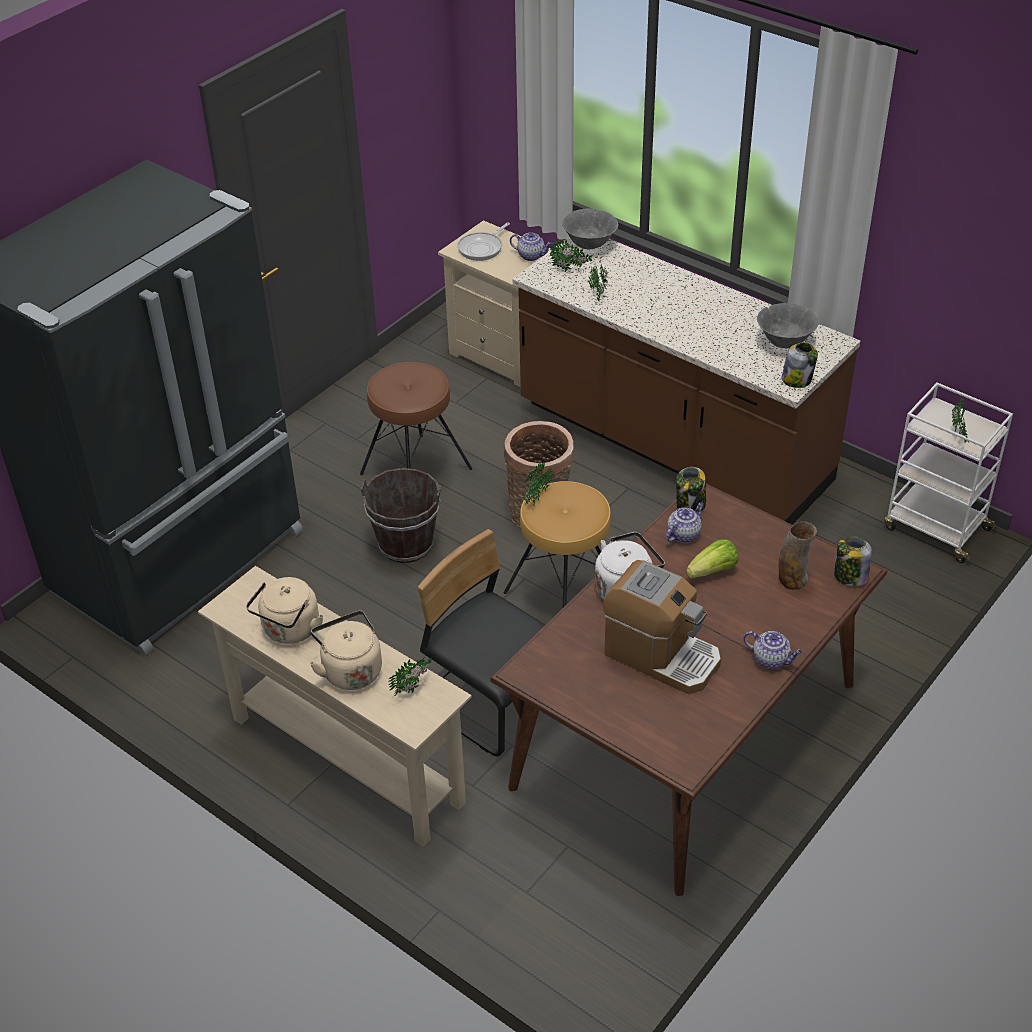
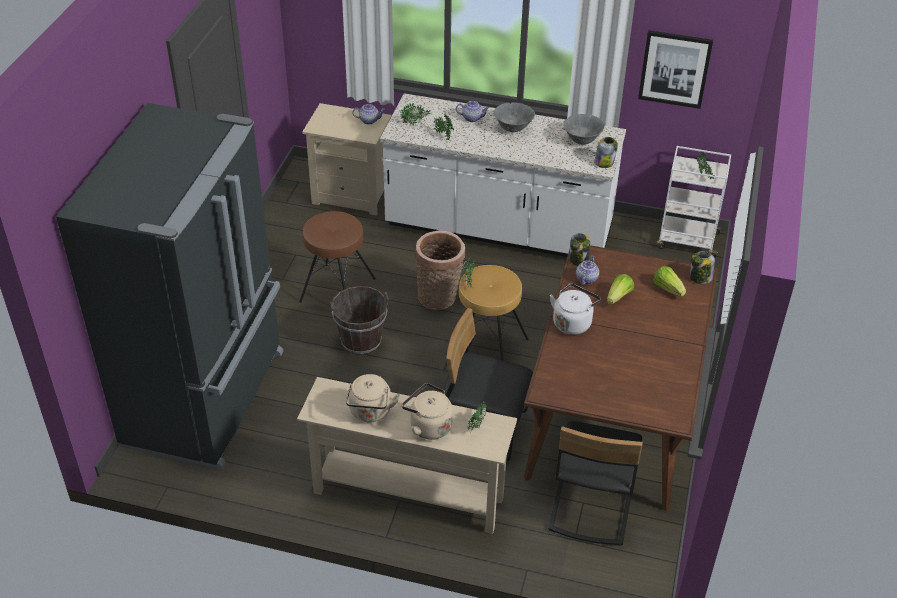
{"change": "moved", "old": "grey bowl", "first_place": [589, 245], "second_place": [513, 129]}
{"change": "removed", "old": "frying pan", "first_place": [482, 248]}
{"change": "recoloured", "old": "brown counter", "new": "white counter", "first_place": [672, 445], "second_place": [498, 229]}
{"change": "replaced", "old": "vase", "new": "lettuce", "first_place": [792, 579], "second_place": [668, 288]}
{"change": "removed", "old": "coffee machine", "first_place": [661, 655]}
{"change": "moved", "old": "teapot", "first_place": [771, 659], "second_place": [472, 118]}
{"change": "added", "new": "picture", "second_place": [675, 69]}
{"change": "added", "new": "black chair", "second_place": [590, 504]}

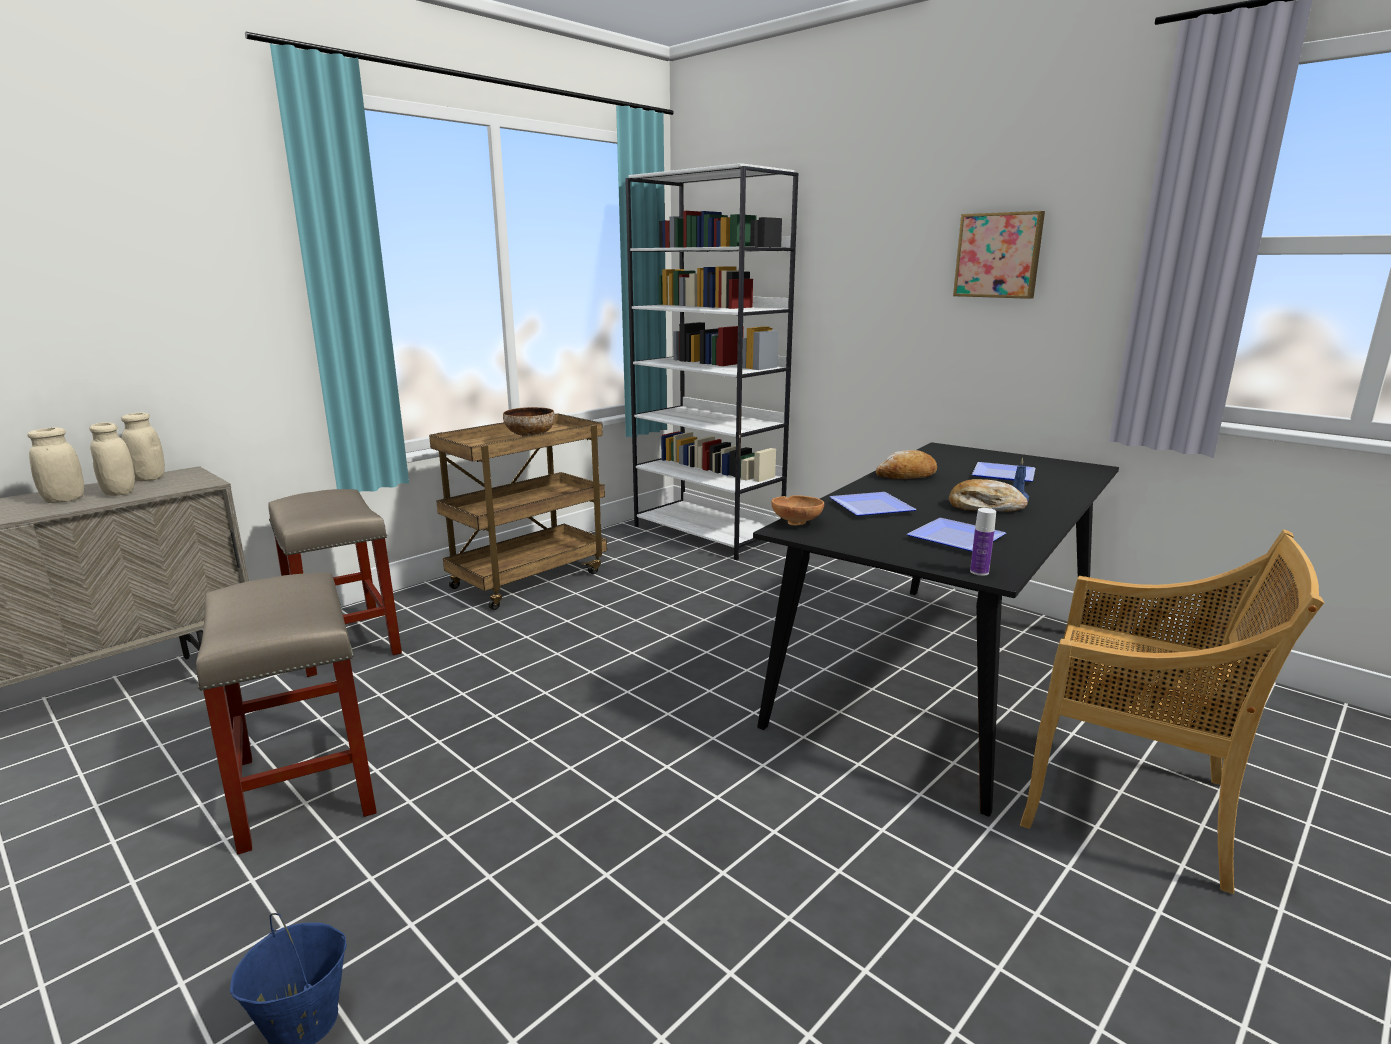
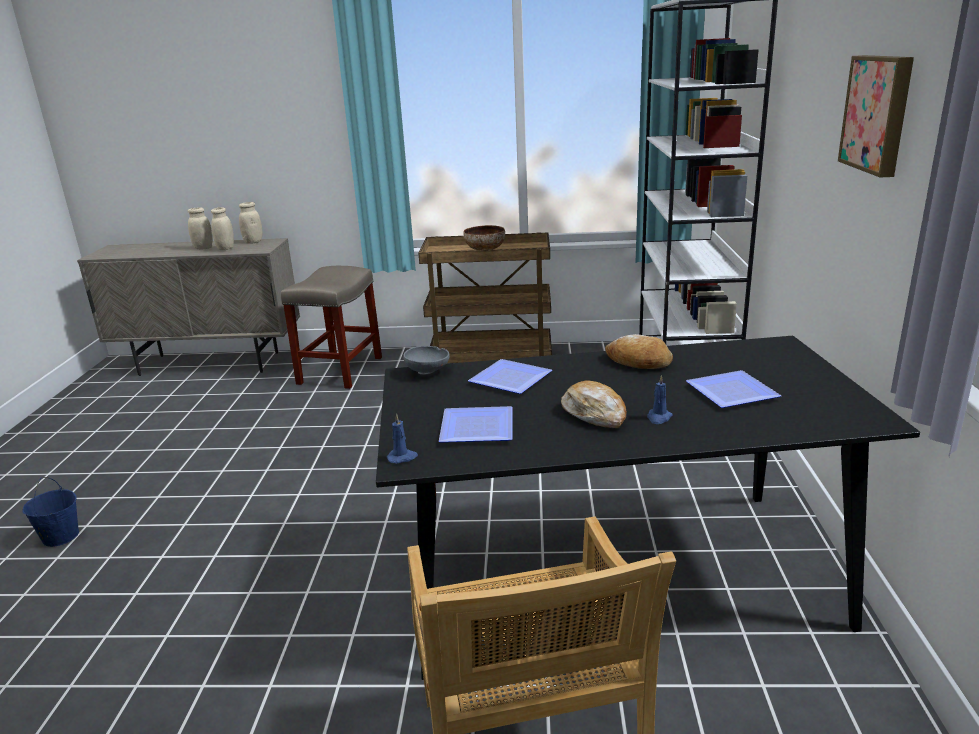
{"change": "recoloured", "old": "brown bowl", "new": "grey bowl", "first_place": [797, 522], "second_place": [428, 372]}
{"change": "replaced", "old": "bottle", "new": "blue candle", "first_place": [979, 572], "second_place": [402, 457]}
{"change": "removed", "old": "beige stool", "first_place": [303, 785]}

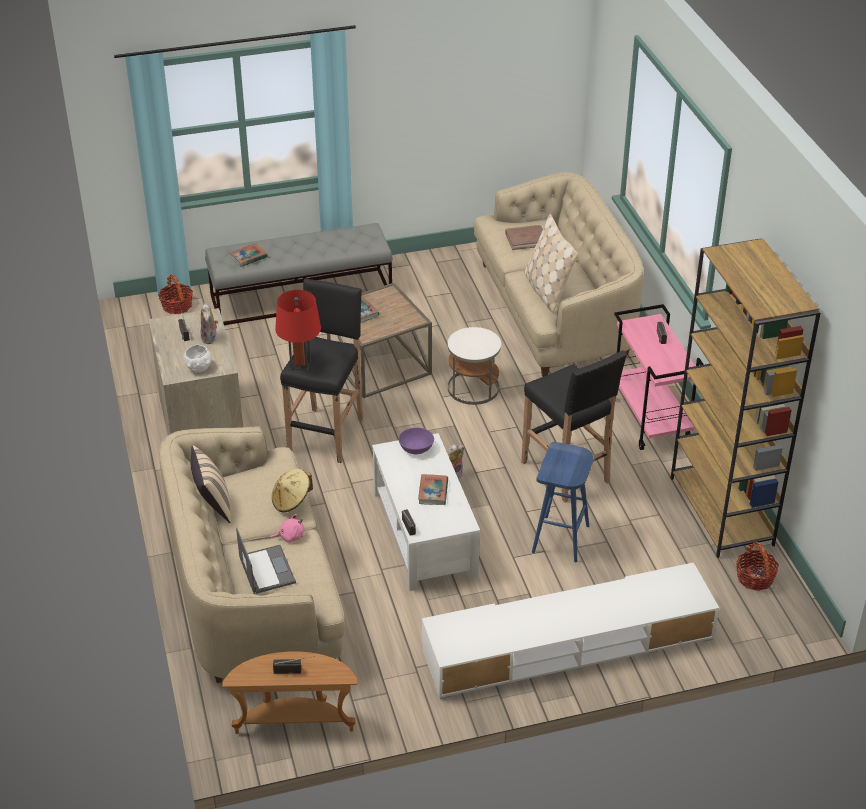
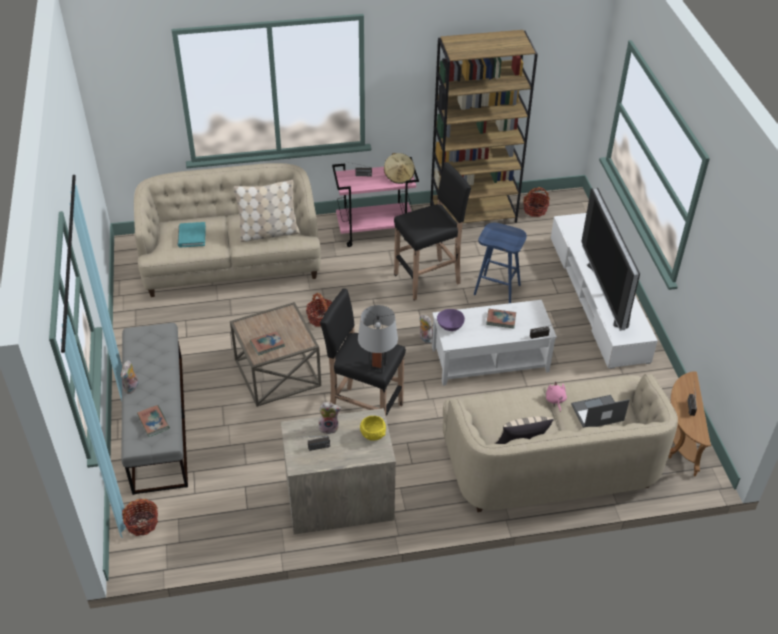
{"change": "recoloured", "old": "brown book", "new": "turquoise book", "first_place": [526, 239], "second_place": [191, 236]}
{"change": "recoloured", "old": "red table lamp", "new": "grey table lamp", "first_place": [300, 364], "second_place": [377, 366]}
{"change": "replaced", "old": "white side table", "new": "basket", "first_place": [473, 388], "second_place": [321, 318]}
{"change": "recoloured", "old": "white bowl", "new": "yellow bowl", "first_place": [199, 368], "second_place": [373, 435]}
{"change": "moved", "old": "beige hat", "first_place": [291, 501], "second_place": [399, 176]}
{"change": "added", "new": "television", "second_place": [608, 294]}
{"change": "added", "new": "plush toy", "second_place": [132, 388]}

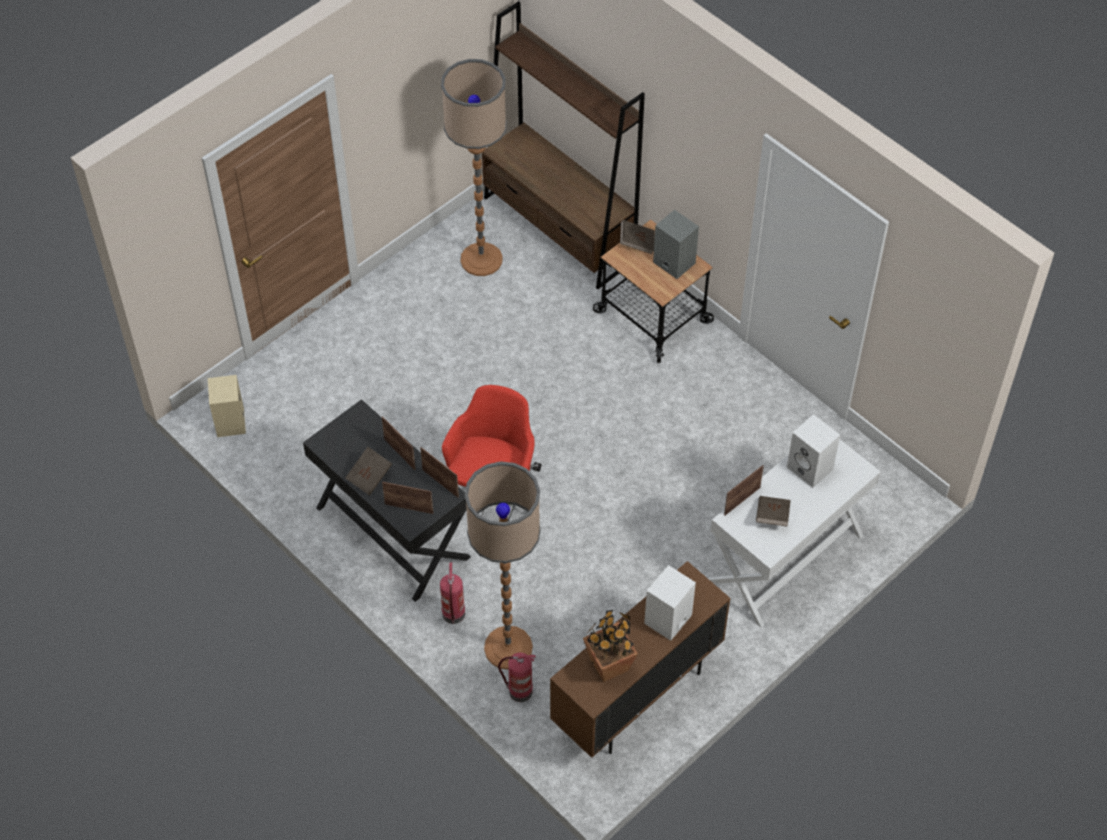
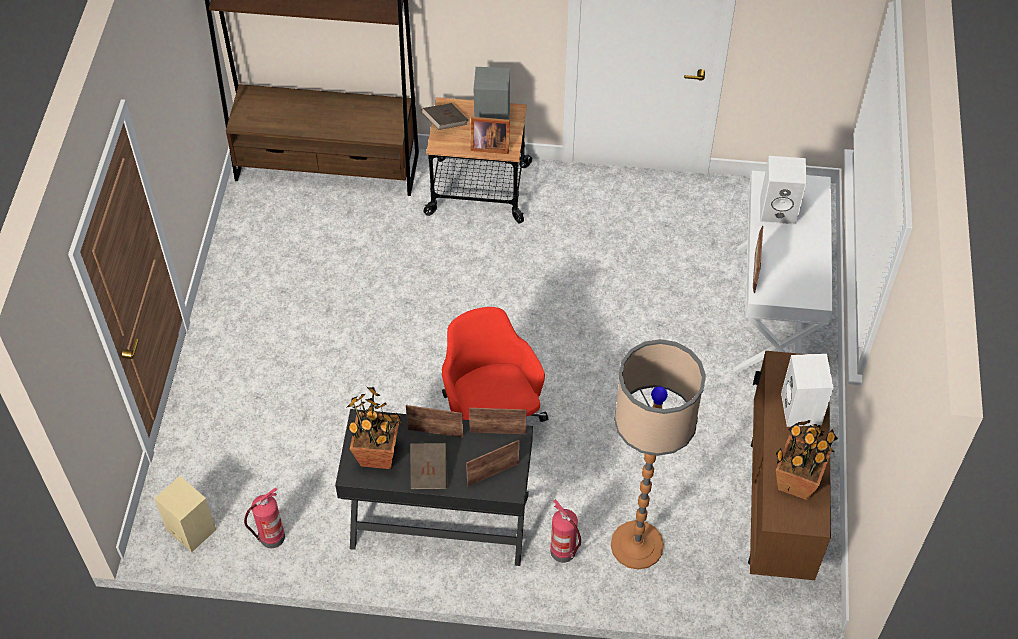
{"change": "removed", "old": "floor lamp", "first_place": [481, 259]}
{"change": "removed", "old": "brown book", "first_place": [772, 516]}
{"change": "moved", "old": "fire extinguisher", "first_place": [519, 692], "second_place": [271, 538]}
{"change": "added", "new": "picture frame", "second_place": [488, 145]}
{"change": "added", "new": "potted plant", "second_place": [378, 455]}

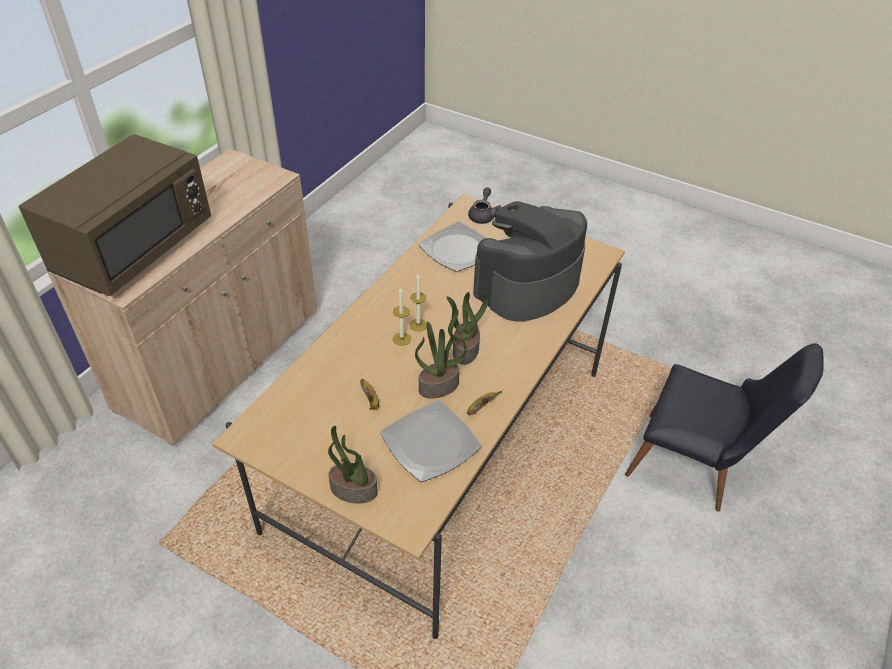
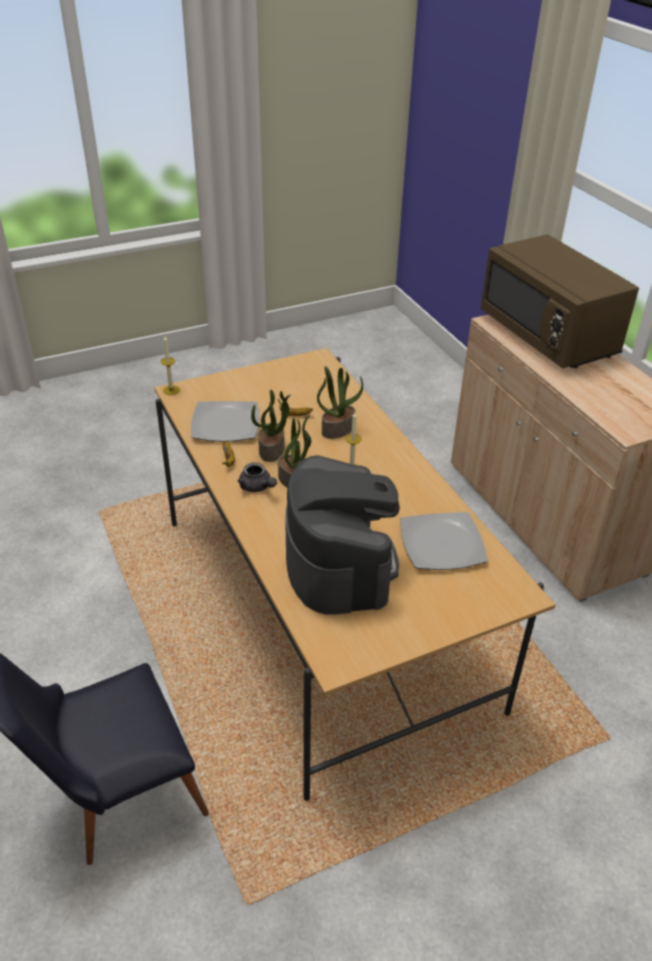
{"change": "moved", "old": "grey teapot", "first_place": [483, 215], "second_place": [257, 487]}
{"change": "moved", "old": "candle", "first_place": [401, 339], "second_place": [171, 390]}
{"change": "moved", "old": "potted plant", "first_place": [353, 490], "second_place": [338, 429]}

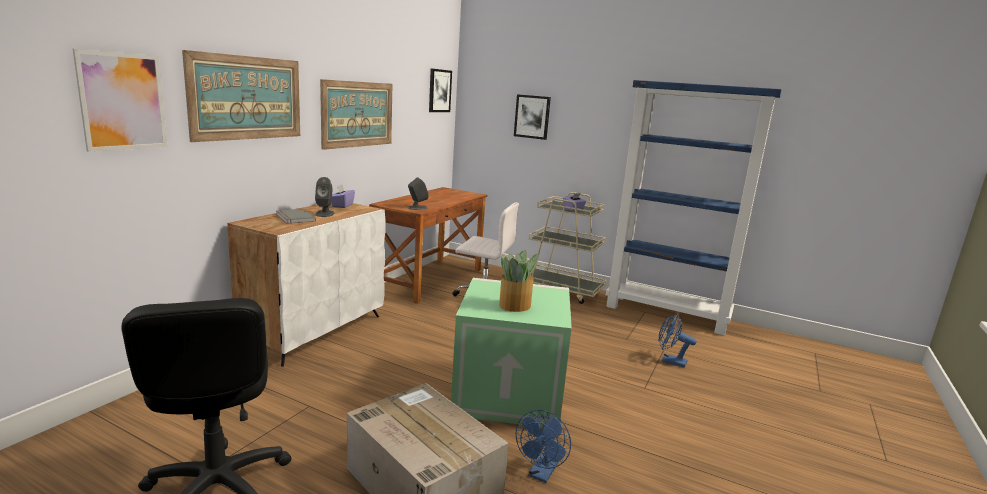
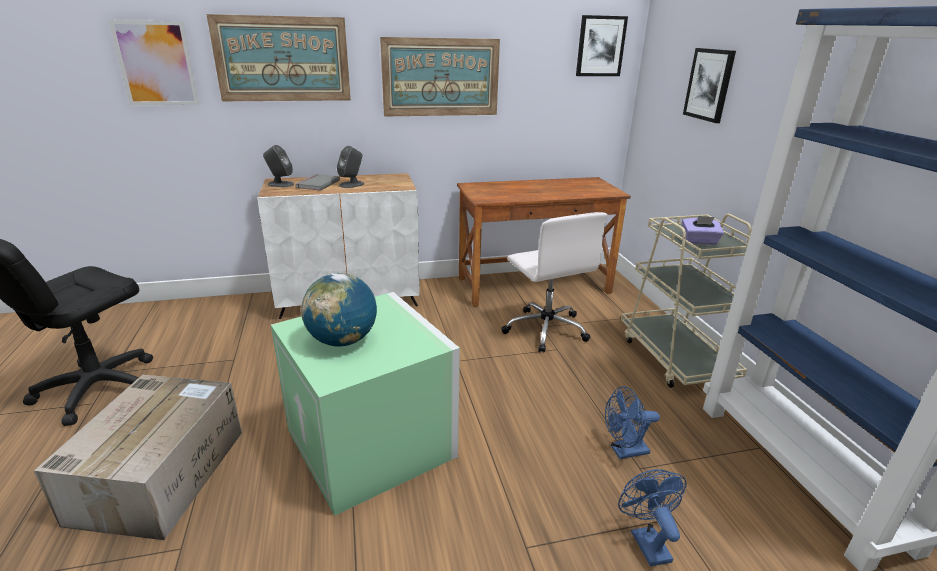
{"change": "moved", "old": "grey speaker", "first_place": [417, 208], "second_place": [280, 184]}
{"change": "removed", "old": "purple tissue box", "first_place": [342, 205]}
{"change": "replaced", "old": "potted plant", "new": "globe", "first_place": [515, 305], "second_place": [342, 341]}
{"change": "moved", "old": "blue fan", "first_place": [541, 474], "second_place": [624, 451]}

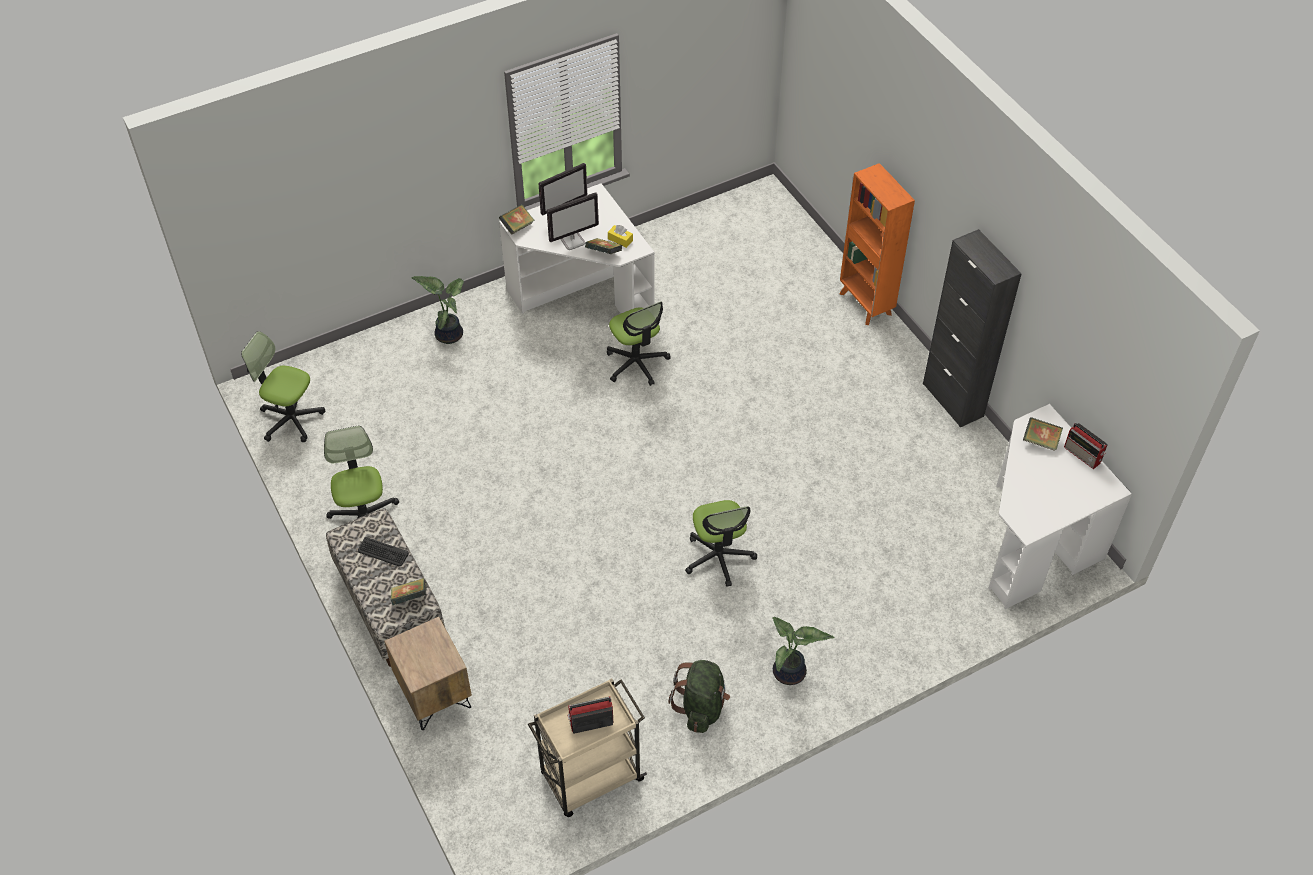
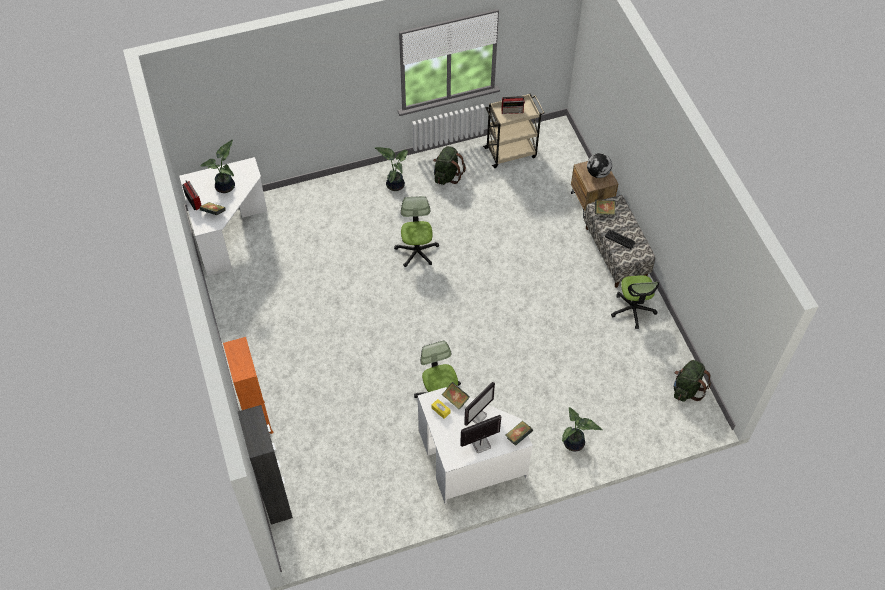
{"change": "turned", "old": "monitor", "first_place": [573, 241], "second_place": [477, 415], "degrees": 150}
{"change": "moved", "old": "black cabinet", "first_place": [953, 400], "second_place": [276, 499]}
{"change": "replaced", "old": "office chair", "new": "green backpack", "first_place": [291, 419], "second_place": [687, 389]}
{"change": "added", "new": "potted plant", "second_place": [226, 186]}
{"change": "added", "new": "globe", "second_place": [598, 173]}

